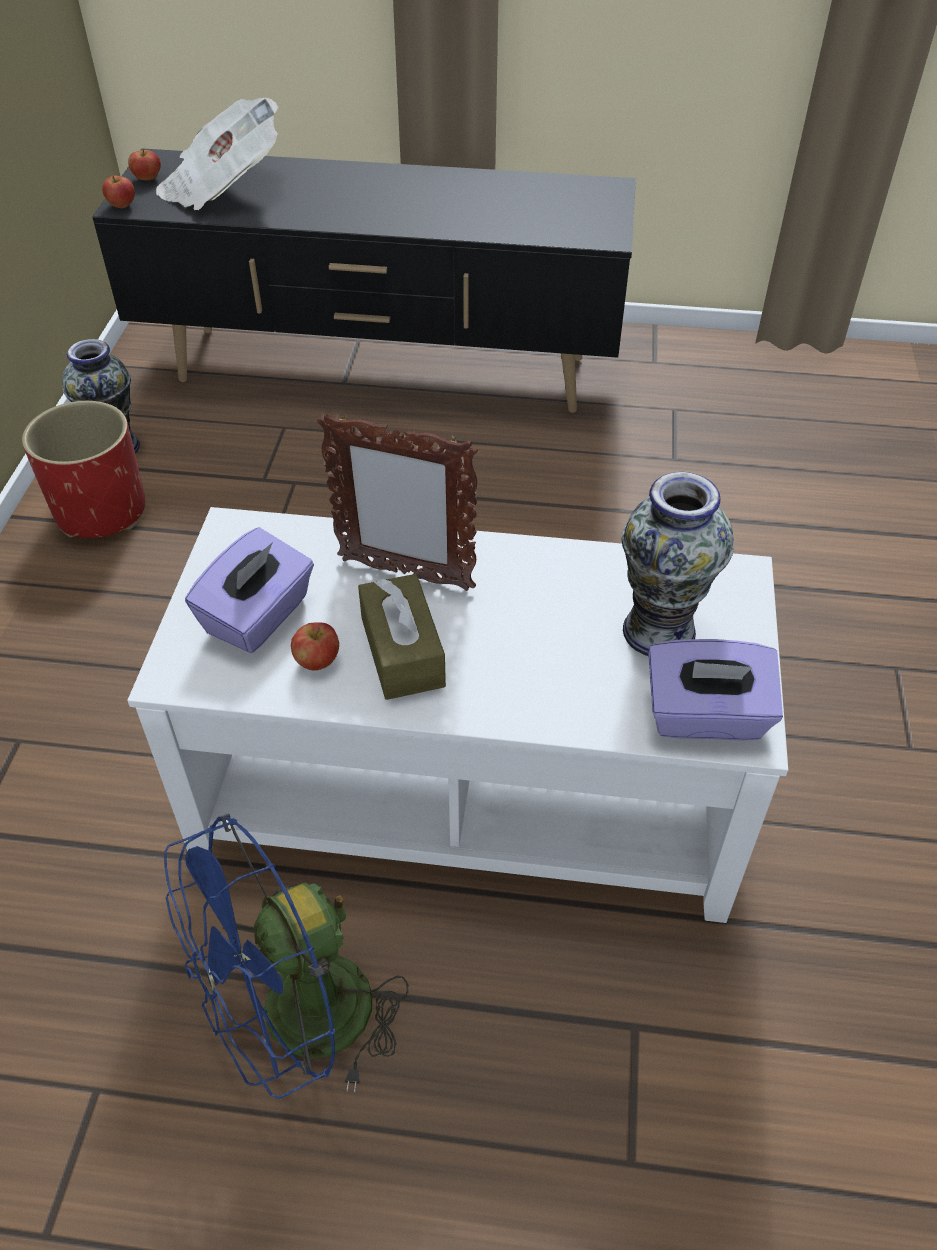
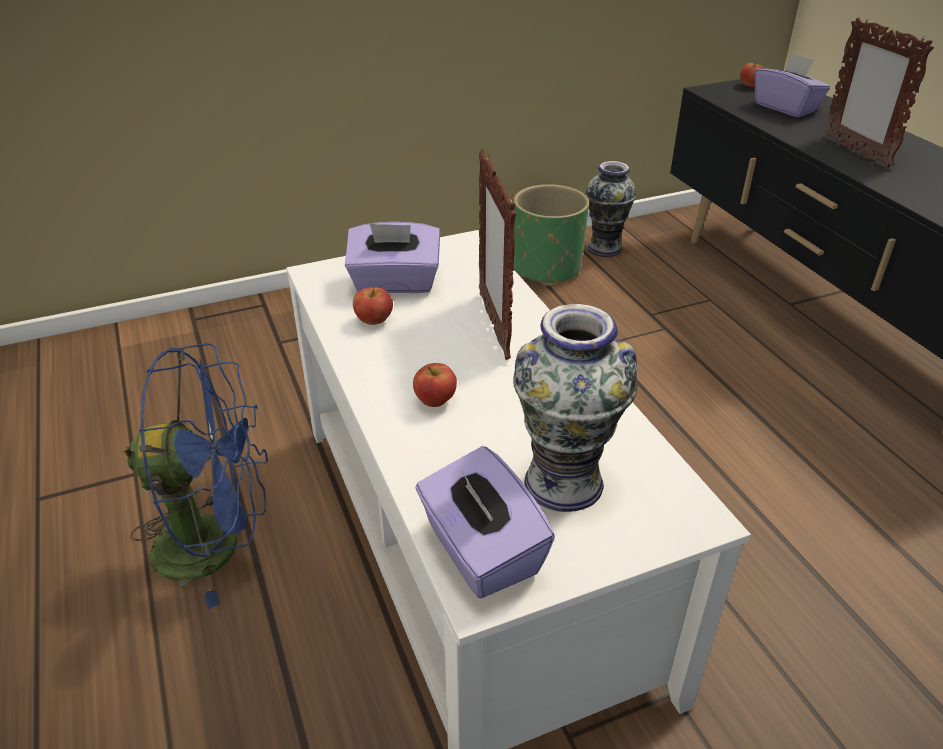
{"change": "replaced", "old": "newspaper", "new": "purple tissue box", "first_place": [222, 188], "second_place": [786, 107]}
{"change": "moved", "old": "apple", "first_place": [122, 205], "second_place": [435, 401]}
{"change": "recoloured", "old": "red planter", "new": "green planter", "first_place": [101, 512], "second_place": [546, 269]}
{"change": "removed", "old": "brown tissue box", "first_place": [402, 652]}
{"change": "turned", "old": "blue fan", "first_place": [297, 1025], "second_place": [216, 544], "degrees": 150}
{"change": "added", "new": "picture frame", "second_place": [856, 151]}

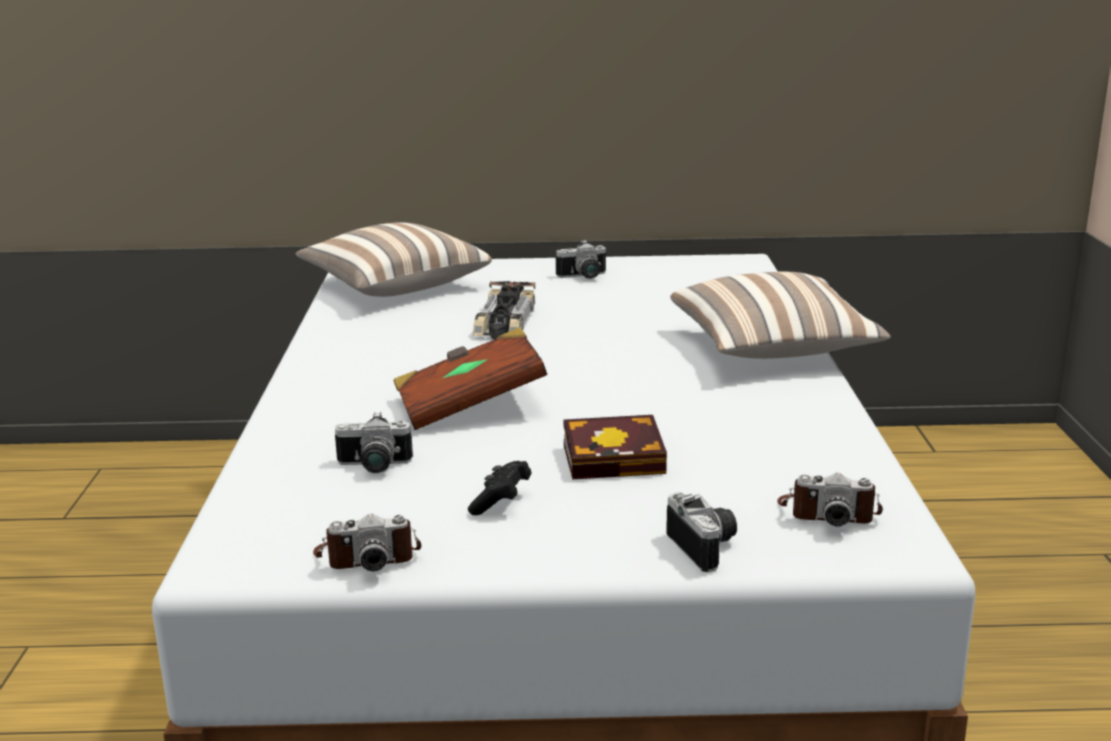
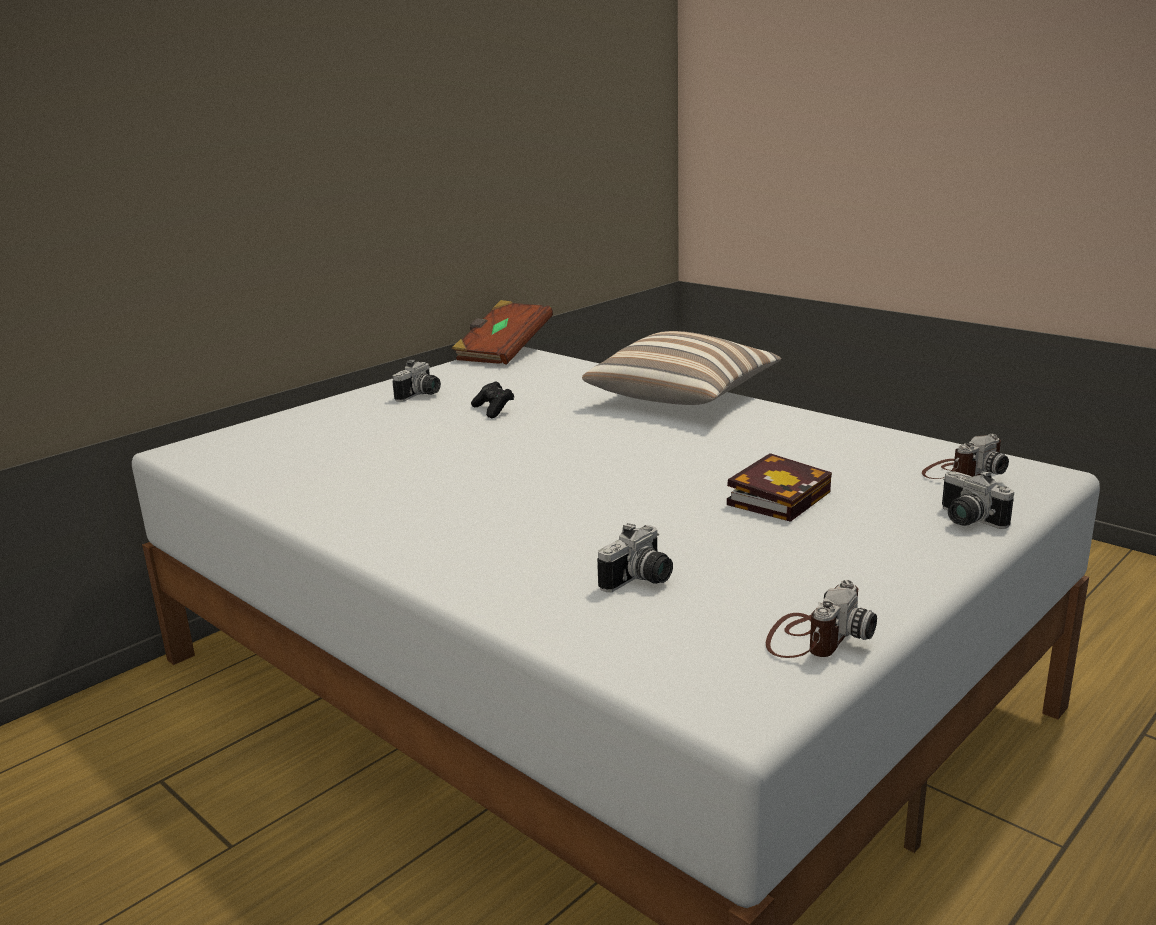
{"change": "removed", "old": "pillow", "first_place": [393, 286]}
{"change": "removed", "old": "toy car", "first_place": [504, 323]}
{"change": "moved", "old": "brown book", "first_place": [469, 406], "second_place": [503, 352]}
{"change": "moved", "old": "black game controller", "first_place": [501, 502], "second_place": [493, 410]}
{"change": "turned", "old": "photo camera", "first_place": [707, 547], "second_place": [966, 520], "degrees": -150}

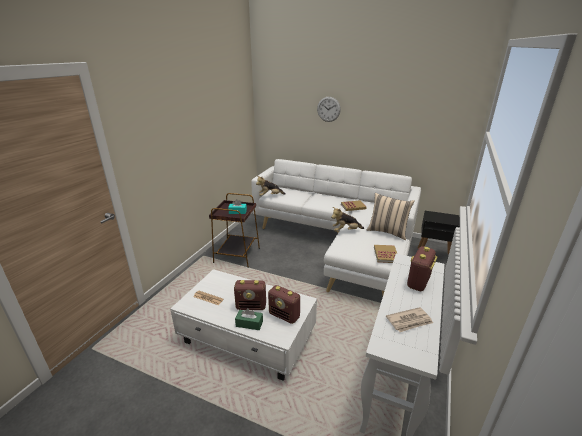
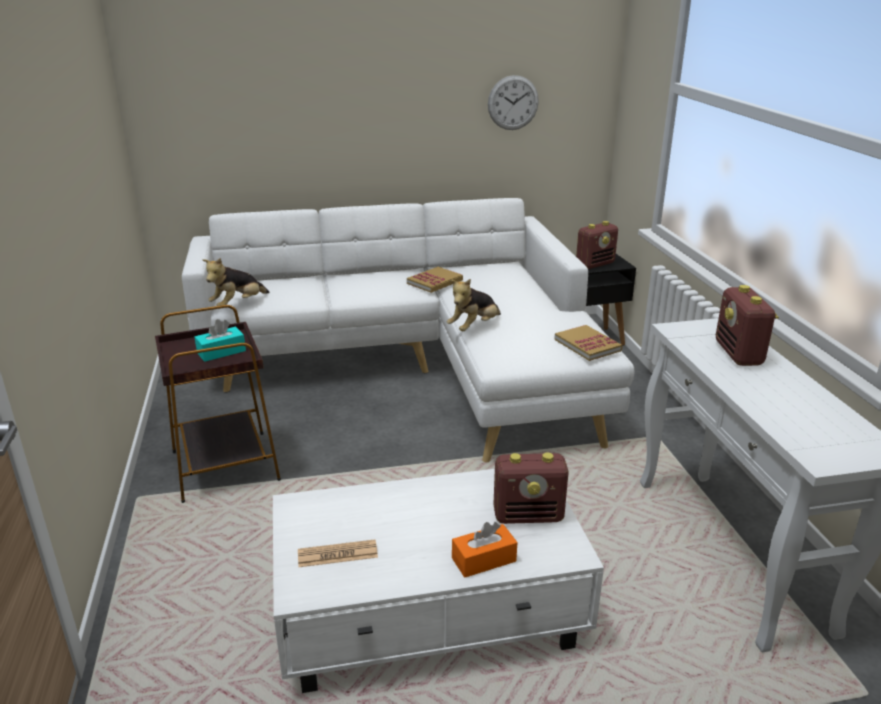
{"change": "moved", "old": "wall clock", "first_place": [328, 109], "second_place": [513, 103]}
{"change": "removed", "old": "beige pillow", "first_place": [387, 232]}
{"change": "moved", "old": "radio", "first_place": [251, 306], "second_place": [595, 264]}
{"change": "removed", "old": "newspaper", "first_place": [409, 321]}
{"change": "recoloured", "old": "green tissue box", "new": "orange tissue box", "first_place": [249, 324], "second_place": [484, 560]}

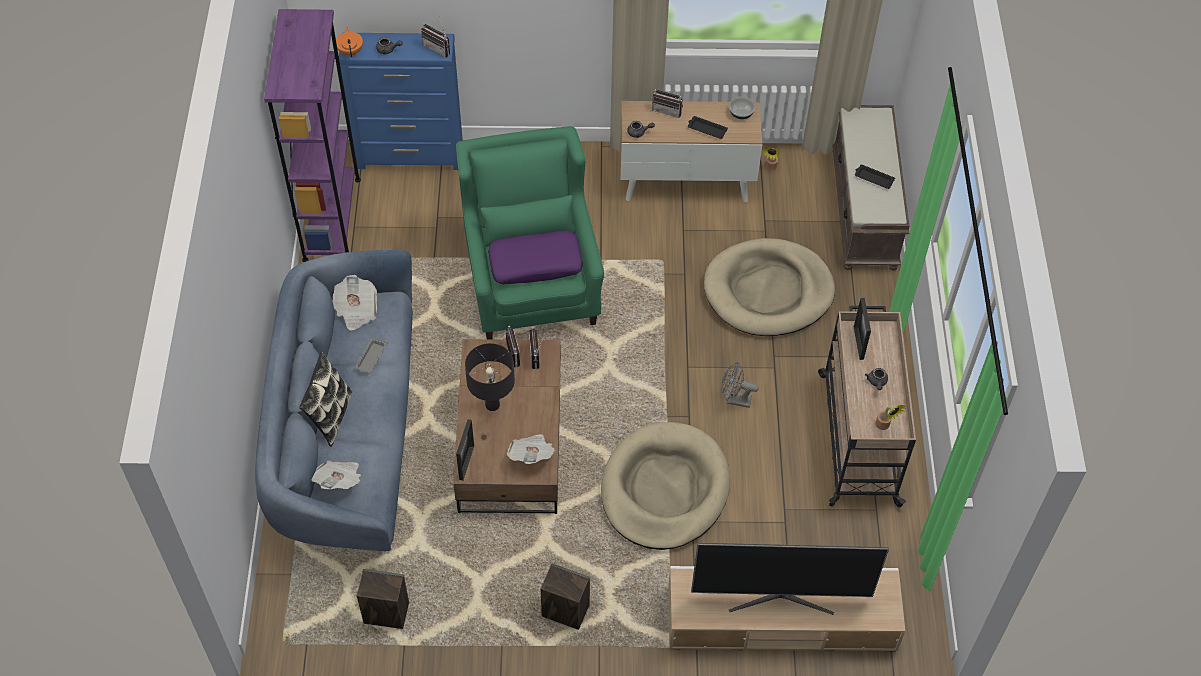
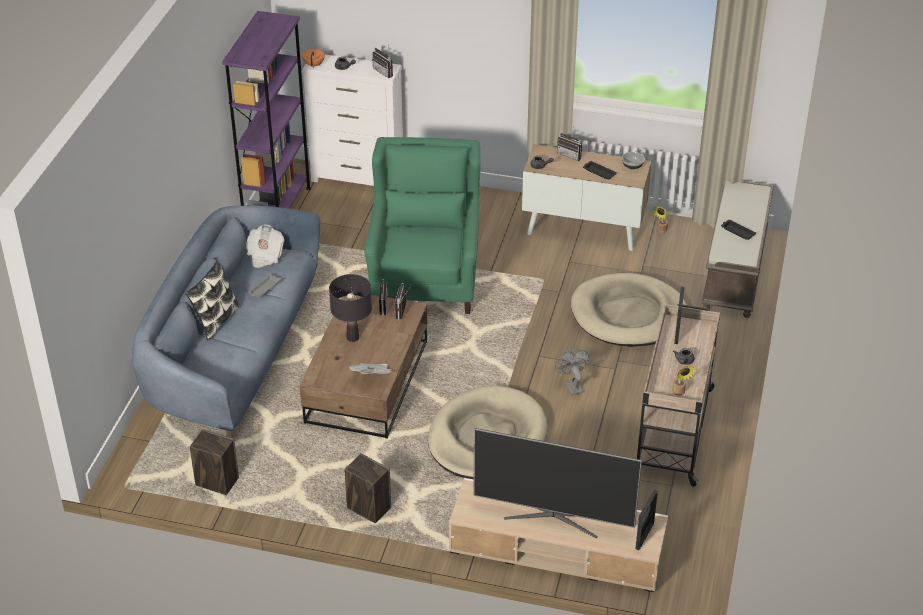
{"change": "recoloured", "old": "blue dresser", "new": "white dresser", "first_place": [411, 156], "second_place": [358, 179]}
{"change": "removed", "old": "purple pillow", "first_place": [535, 263]}
{"change": "turned", "old": "grey fan", "first_place": [734, 400], "second_place": [571, 385], "degrees": 45}
{"change": "moved", "old": "picture frame", "first_place": [466, 463], "second_place": [644, 536]}
{"change": "removed", "old": "newspaper", "first_place": [339, 481]}

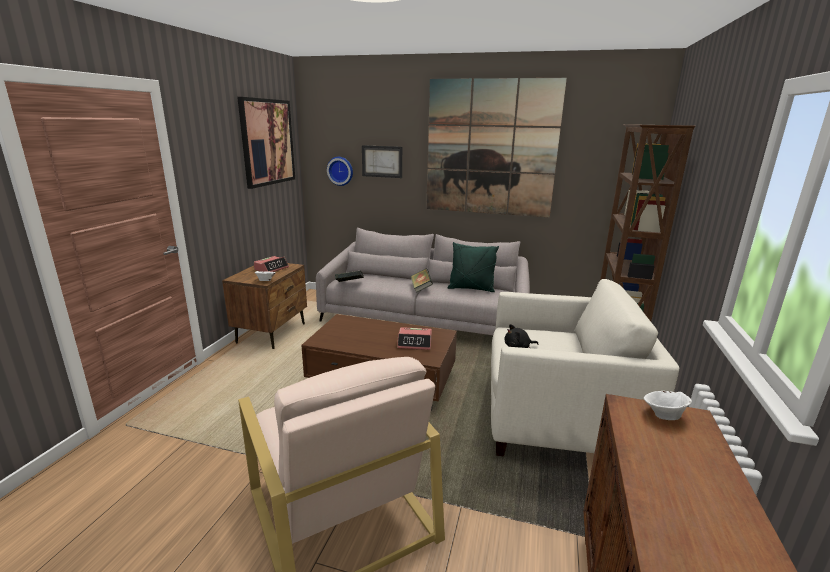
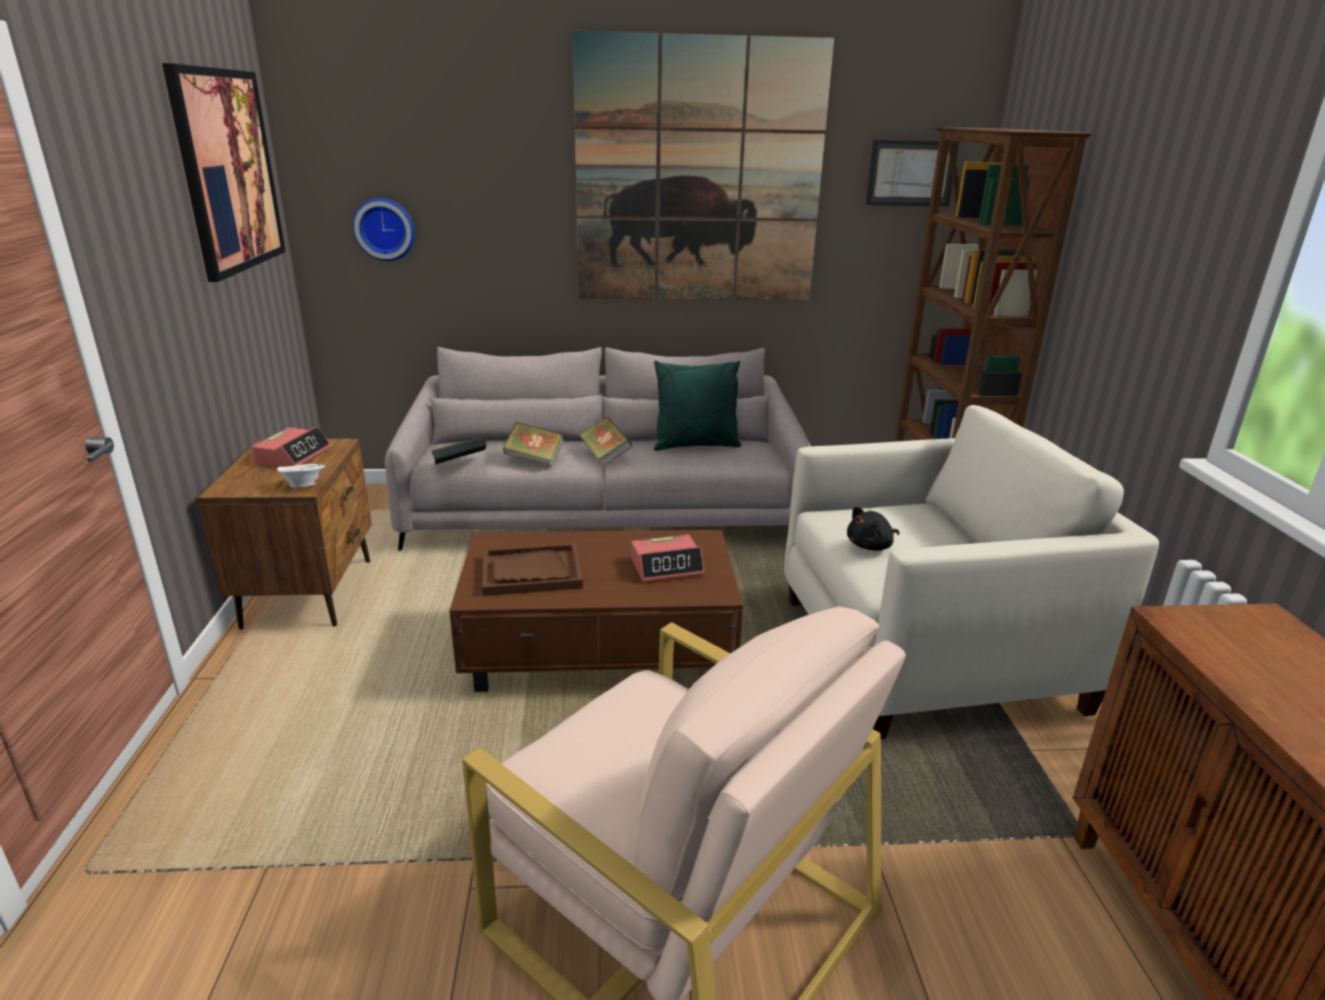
{"change": "moved", "old": "picture", "first_place": [382, 161], "second_place": [911, 173]}
{"change": "removed", "old": "white bowl", "first_place": [663, 415]}
{"change": "added", "new": "book", "second_place": [534, 460]}
{"change": "added", "new": "brown tray", "second_place": [531, 572]}

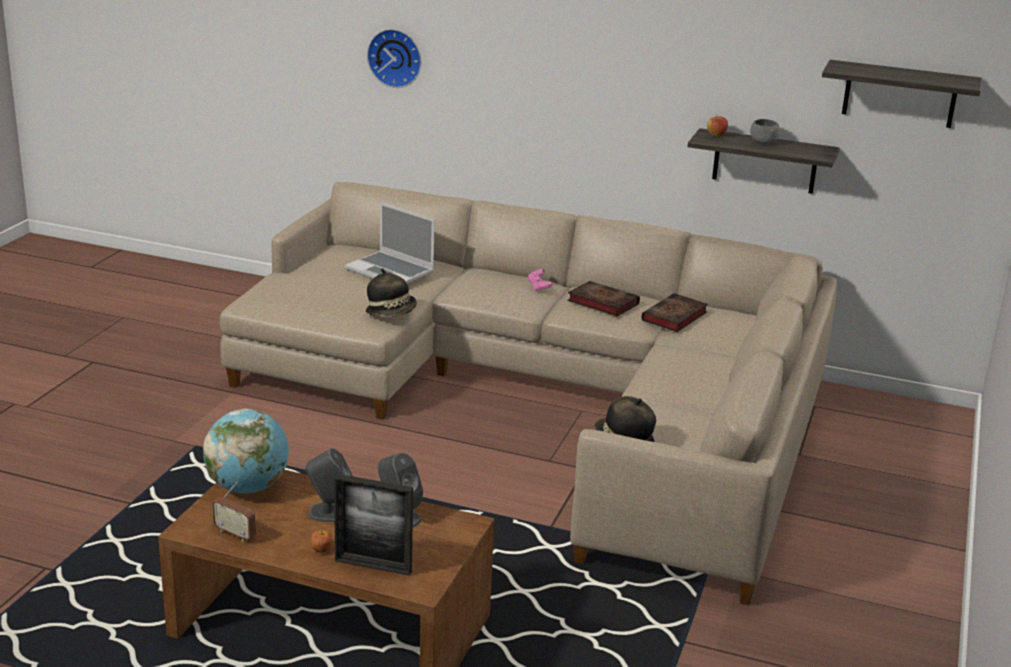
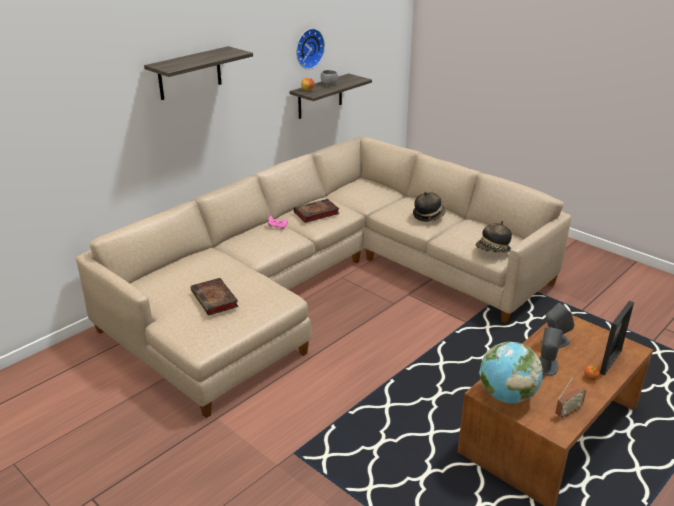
{"change": "moved", "old": "wall clock", "first_place": [396, 57], "second_place": [308, 48]}
{"change": "moved", "old": "shelf", "first_place": [900, 94], "second_place": [190, 73]}
{"change": "removed", "old": "laptop", "first_place": [391, 271]}
{"change": "moved", "old": "hat", "first_place": [391, 312], "second_place": [428, 215]}
{"change": "moved", "old": "book", "first_place": [674, 317], "second_place": [215, 300]}

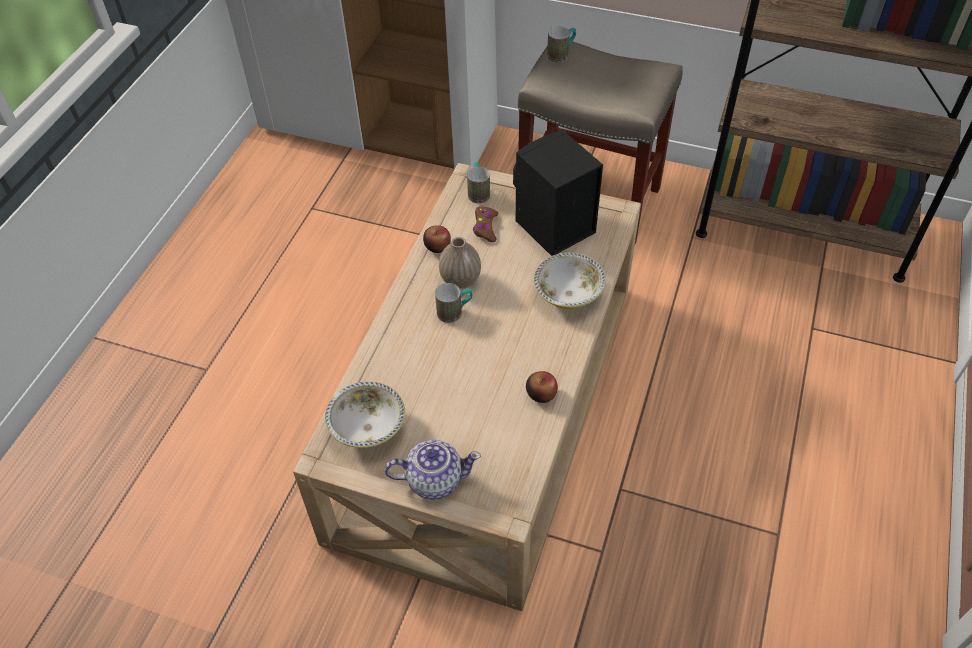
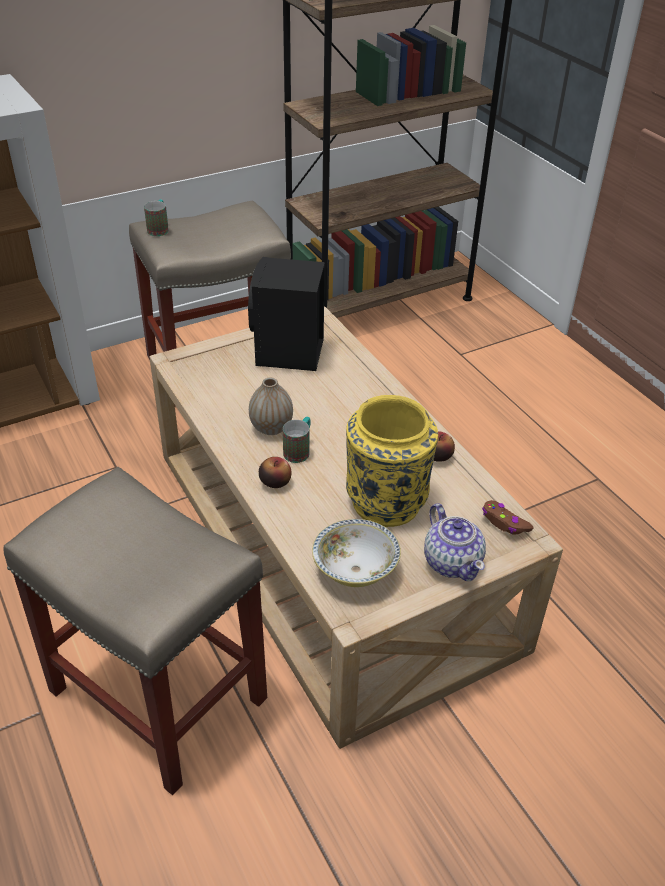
{"change": "removed", "old": "mug", "first_place": [478, 192]}
{"change": "moved", "old": "brown game controller", "first_place": [485, 227], "second_place": [504, 522]}
{"change": "moved", "old": "apple", "first_place": [437, 246], "second_place": [275, 481]}
{"change": "removed", "old": "bowl", "first_place": [568, 294]}
{"change": "turned", "old": "teapot", "first_place": [433, 479], "second_place": [452, 562], "degrees": 120}
{"change": "added", "new": "yellow vase", "second_place": [386, 501]}
{"change": "added", "new": "beige stool", "second_place": [161, 696]}

